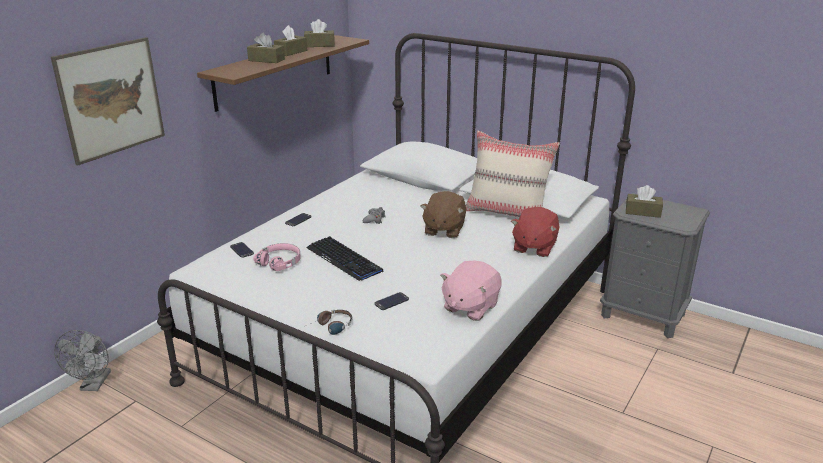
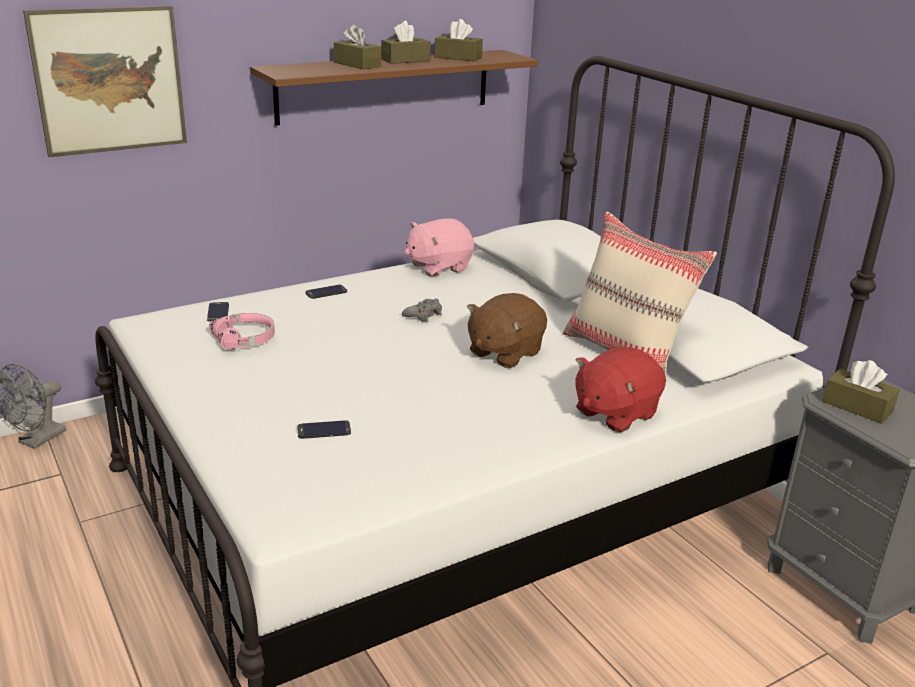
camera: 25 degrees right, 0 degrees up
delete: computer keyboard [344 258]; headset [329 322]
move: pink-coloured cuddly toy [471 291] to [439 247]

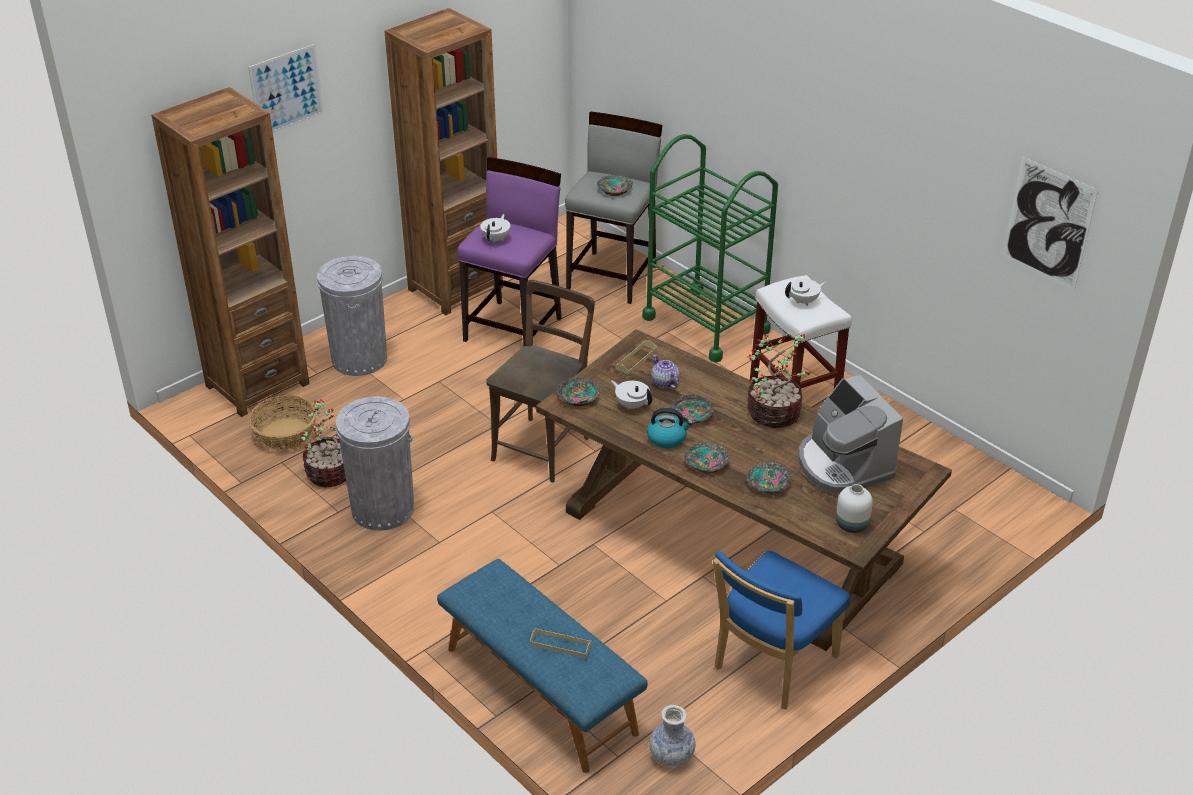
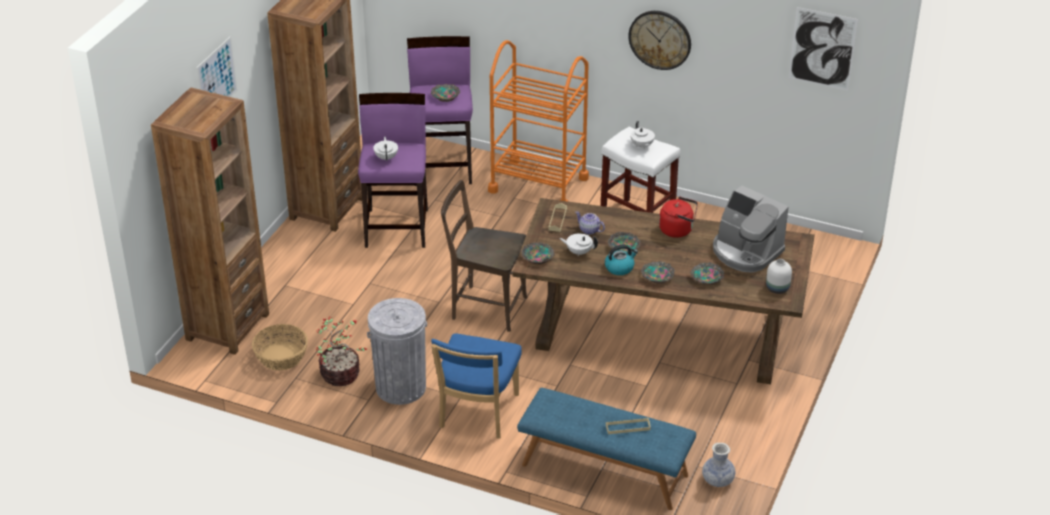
camera: 25 degrees left, 0 degrees up
delete: greyish trash can [352 316]
insert: wall clock [659 40]
move: blue-coloured plain chair [781 630] to [476 386]
replace: houseplant [778 381] to red-coloured water kettle [678 217]
recolor: greyish sitting stool [613 208] to purplish sitting stool [440 110]; green-coloured cart [710 248] to orange-coloured cart [538 121]
rotate: whitish pot for tea [805 292] = [642 135] 120 degrees clockwise; brown-coloured plain chair [540 381] = [484 256] 75 degrees counterclockwise

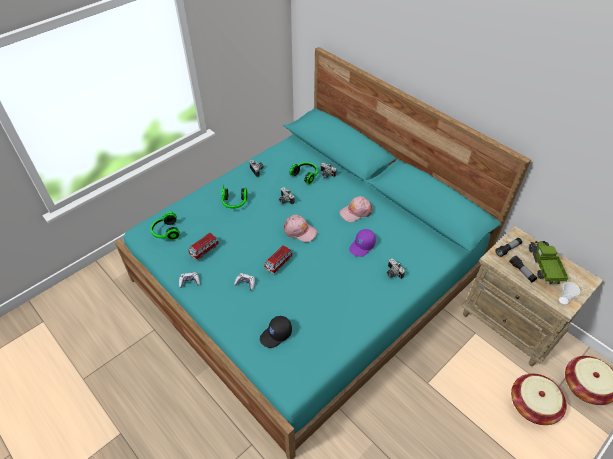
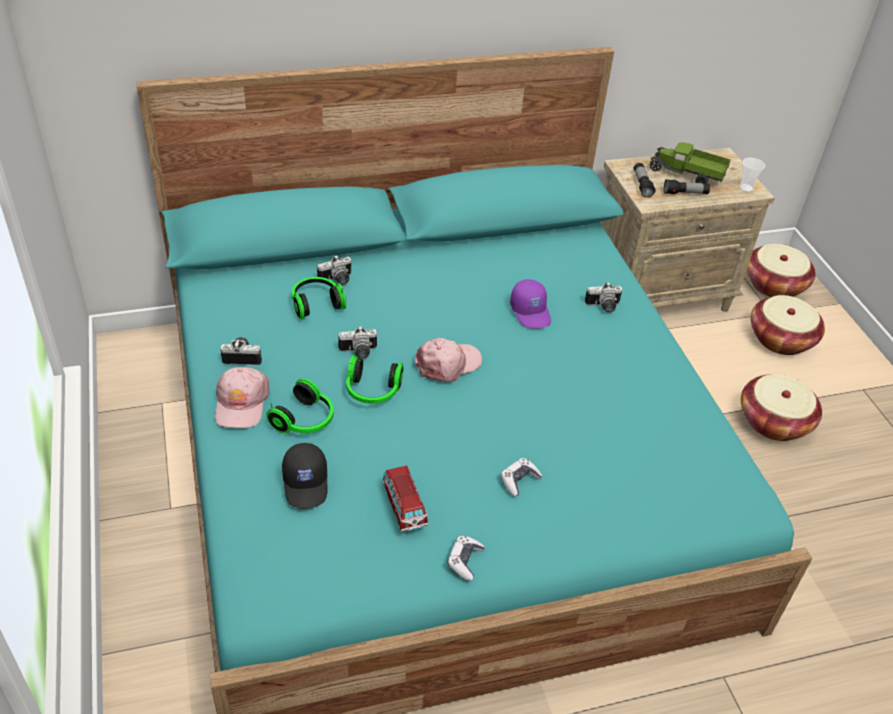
camera: 65 degrees left, 5 degrees down
delete: model car [278 259]
insert: household basket [781 407]
move: pink-coloured peaked cap [356 209] to [242 397]; headset [165 226] to [374 377]; black-coloured peaked cap [276 332] to [304 476]

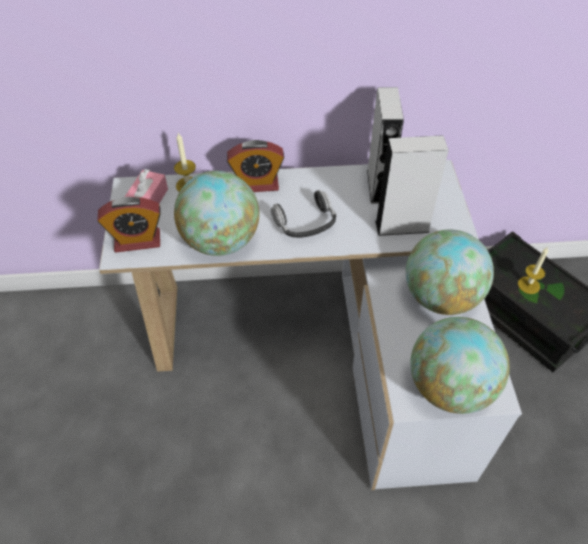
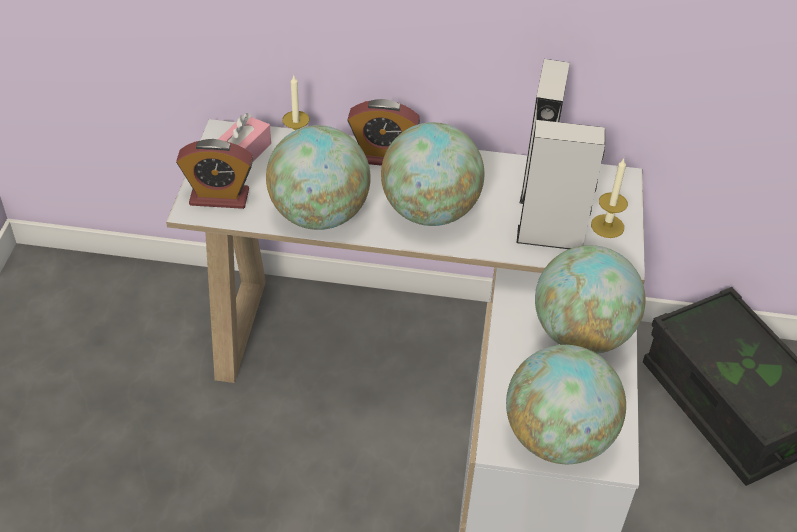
camera: 10 degrees right, 5 degrees down
move: candle [533 270] to [609 198]
replace: headset [303 214] to globe [432 174]

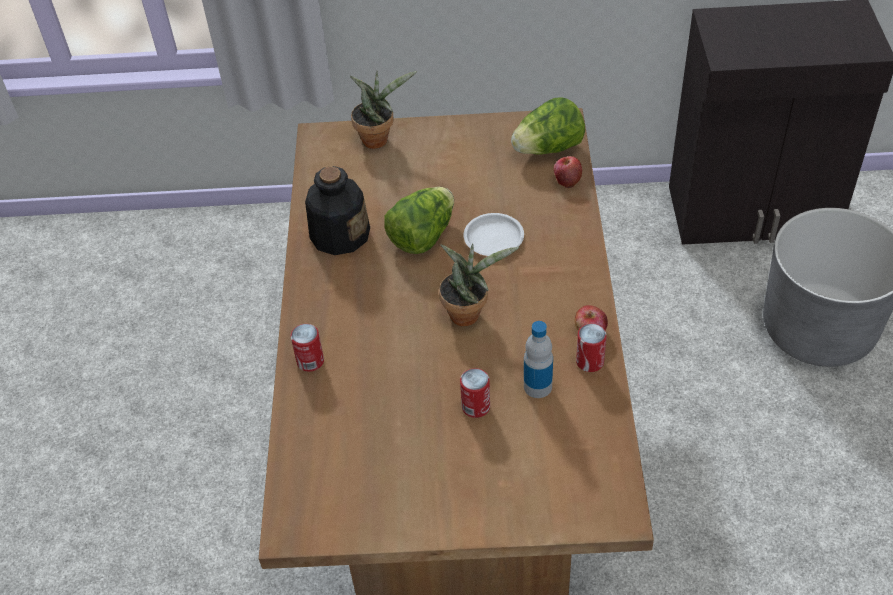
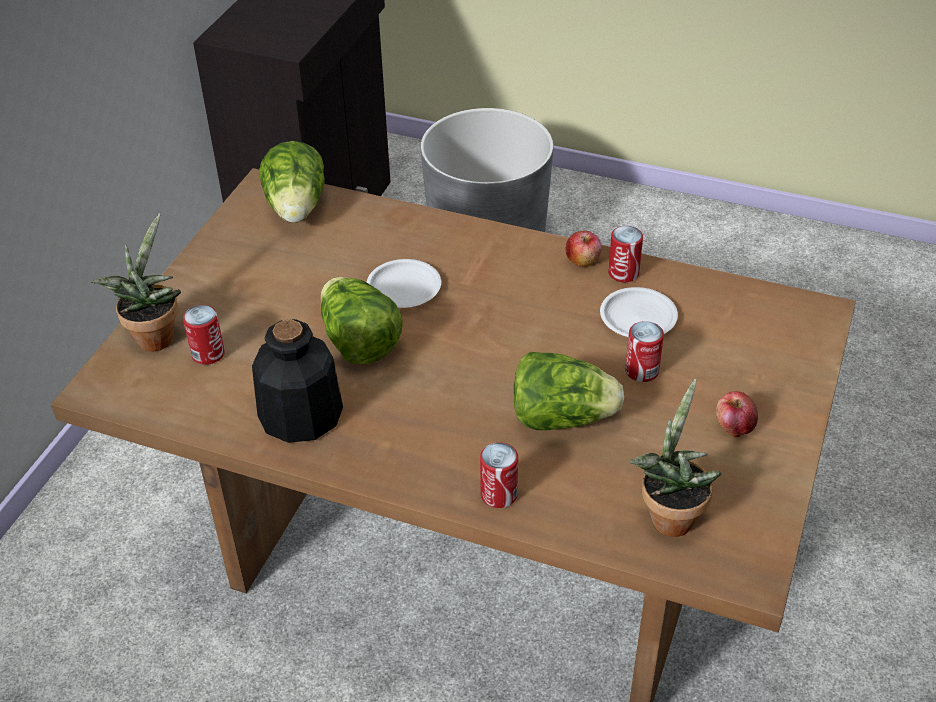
camera: 70 degrees left, 5 degrees down
insert: sealed can [204 335]; lettuce head [568 391]
move: whole apple [568 172] to [737 414]; houseplant [479 285] to [675 458]
replace: beverage bottle [538 359] to whitish dinner plate [639 312]

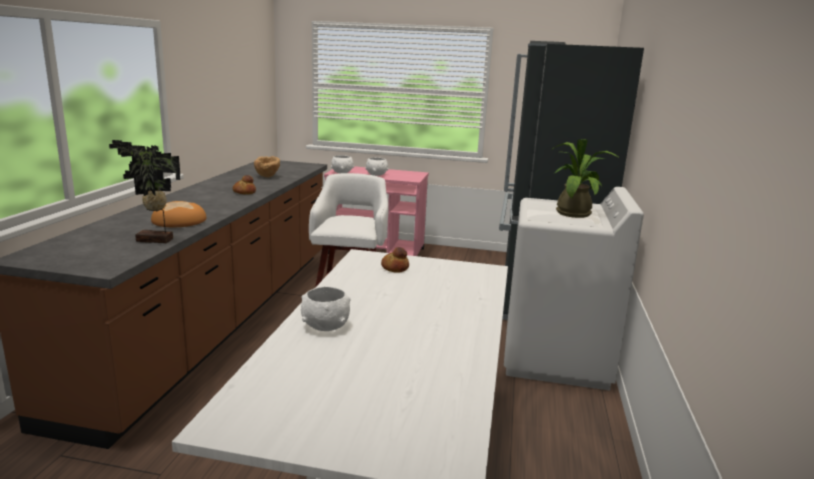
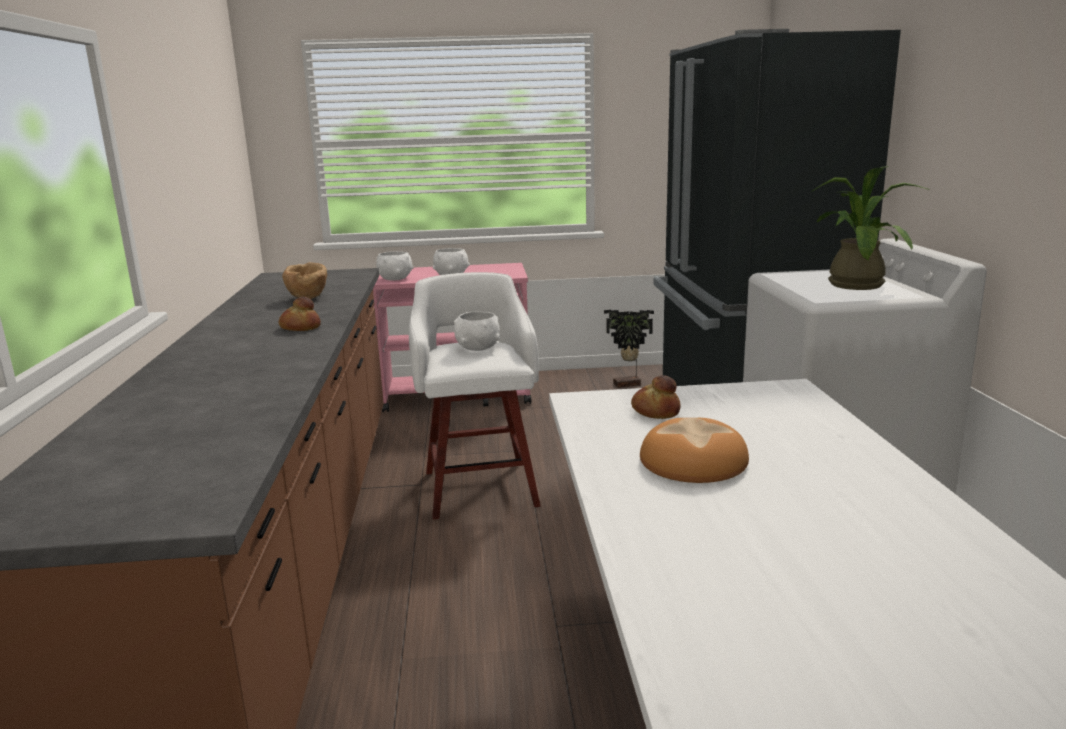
camera: 15 degrees left, 0 degrees up
move: houseplant [144 191] to [629 349]; bread [178 214] to [694 450]; whitish deep dish [326 309] to [477 331]

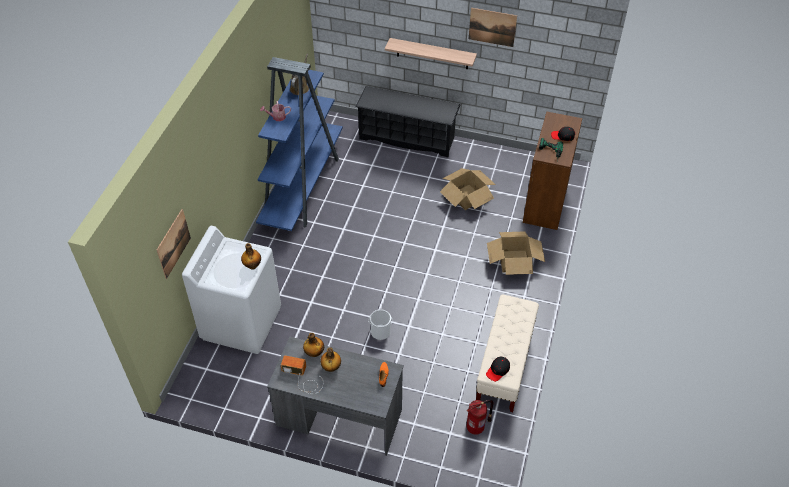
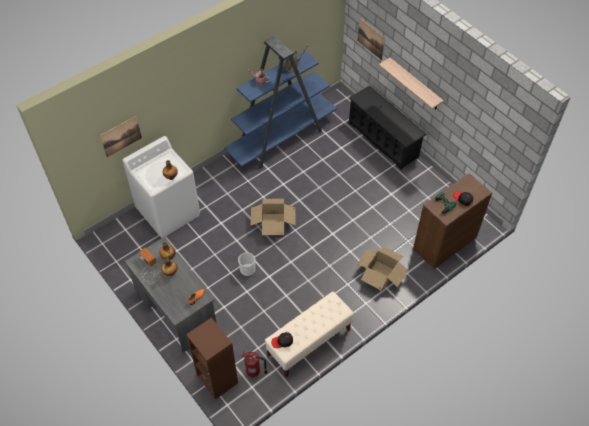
camera: 35 degrees right, 5 degrees up
insert: brown-coloured bookcase [212 359]
move: wall art [493 27] to [371 39]; carton [468 189] to [273 217]

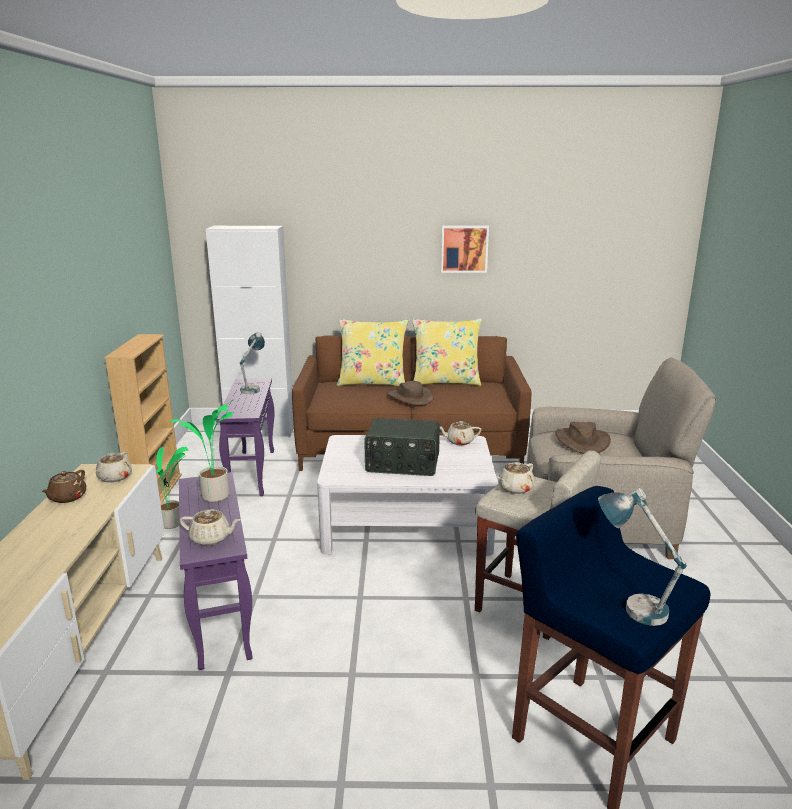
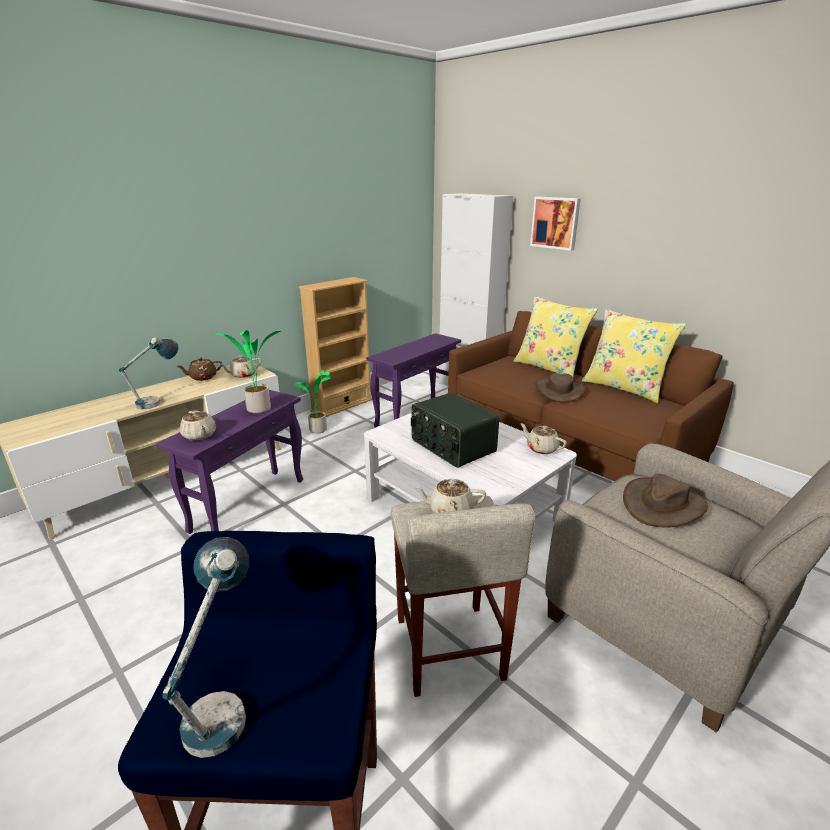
camera: 45 degrees right, 5 degrees up
move: wall art [465 249] to [555 224]; tabletop lamp [252 363] to [148 373]

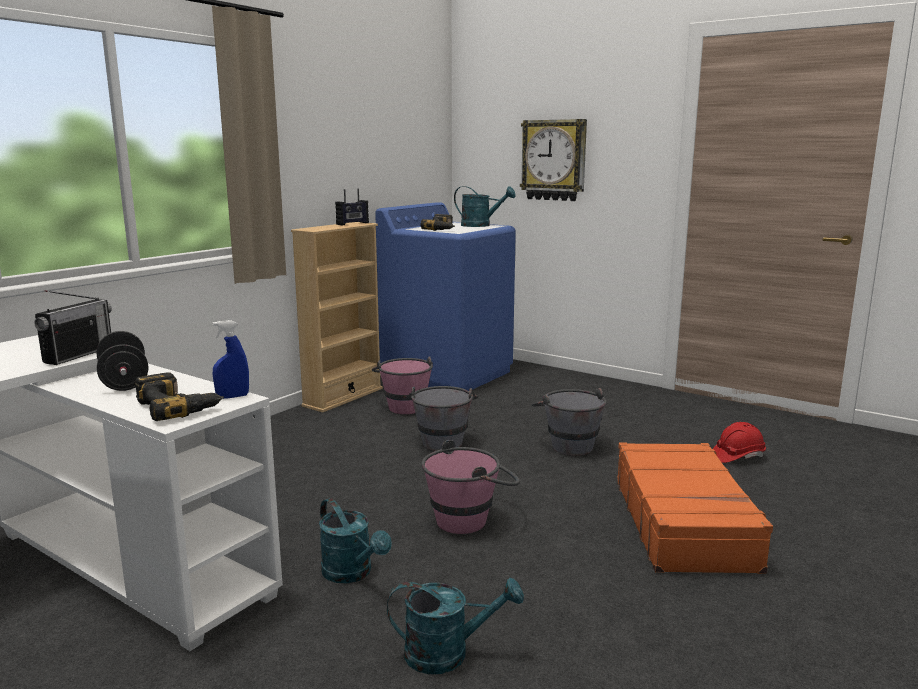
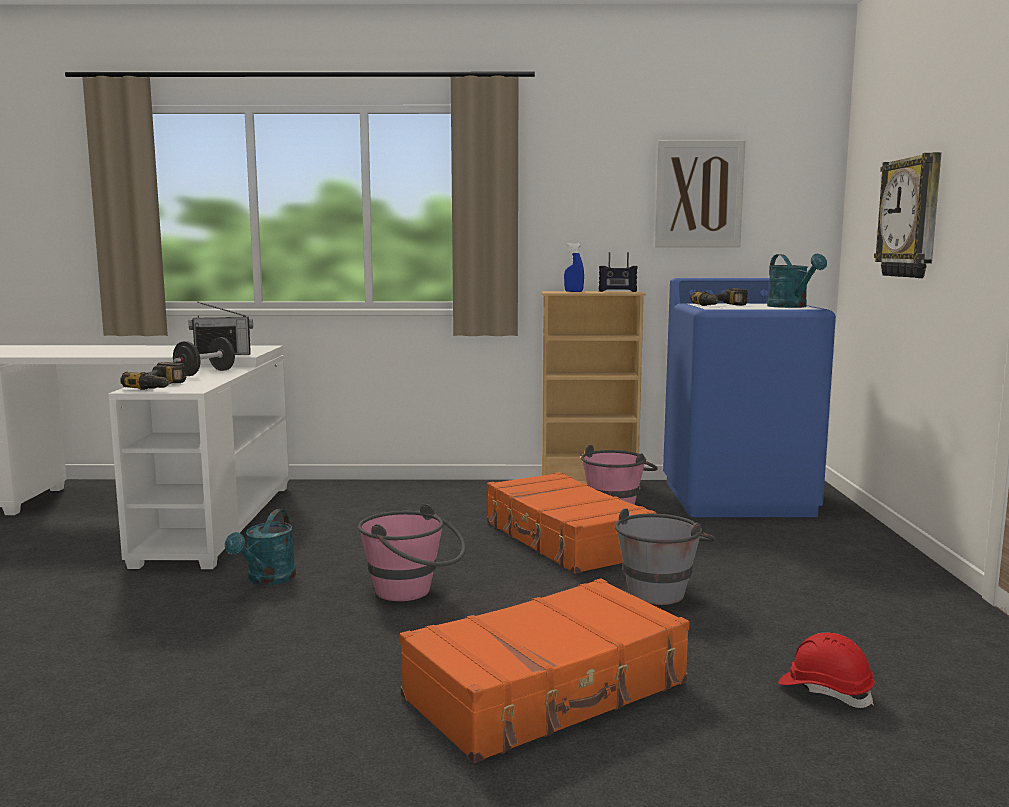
camera: 55 degrees right, 5 degrees down
delete: turquoise watering can [455 626]
insert: wall art [700 193]
move: blue-coloured hand sprayer [231 359] to [574 267]
replace: greyish pail [443 418] to orange-coloured piece of luggage [572 523]

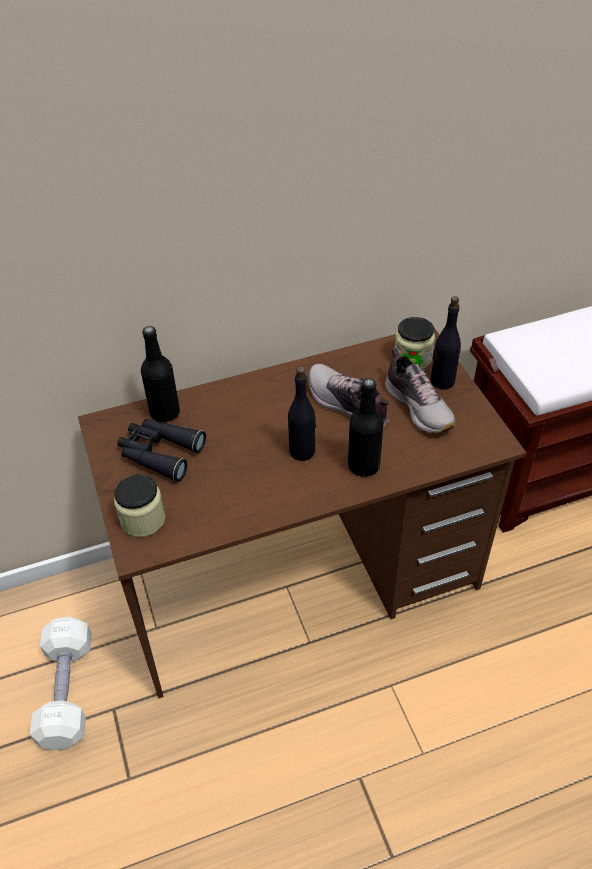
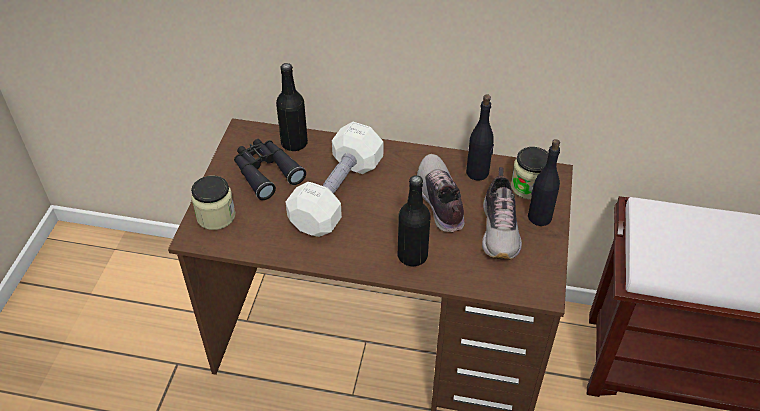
camera: 30 degrees right, 0 degrees up
move: black-coloured beverage bottle [302 414] to [480 137]; whitish dumbbell [61 683] to [334 179]

